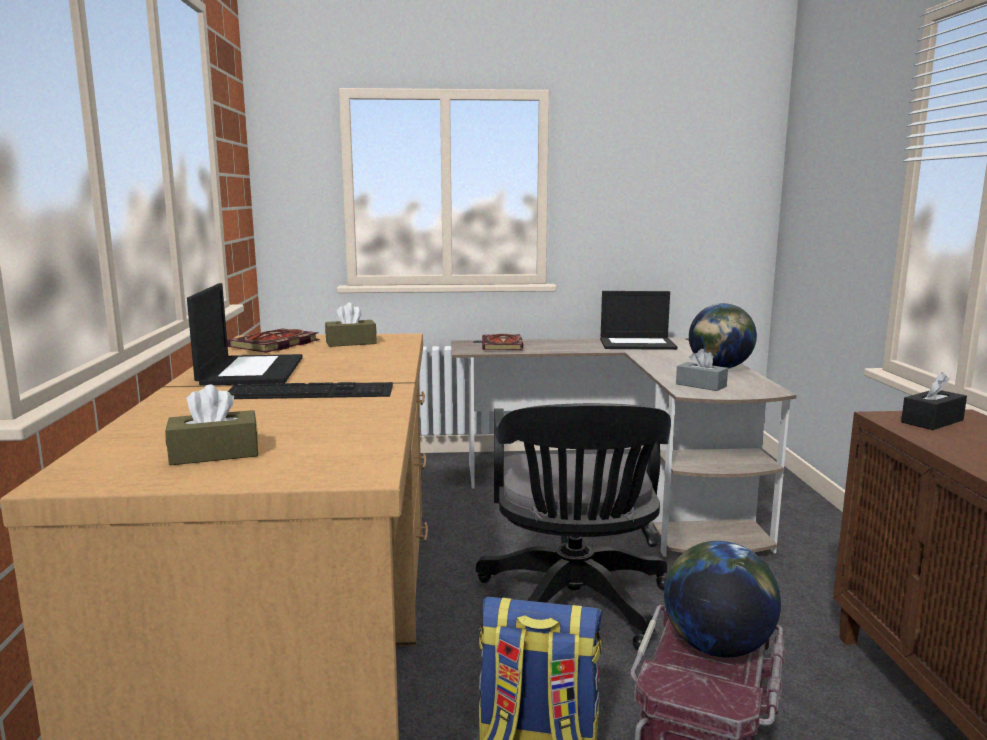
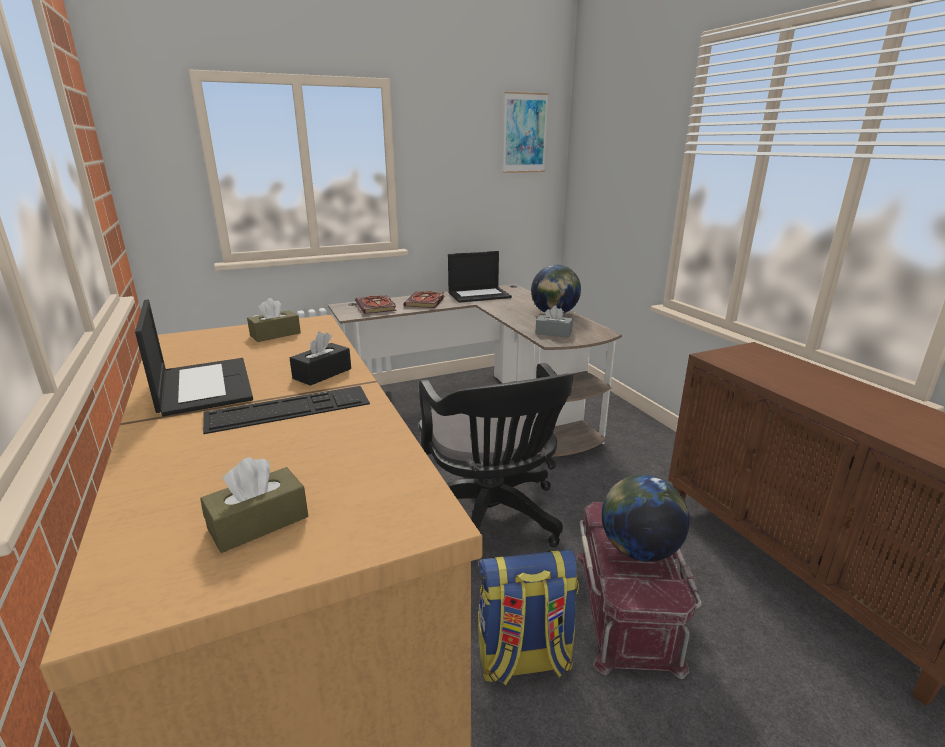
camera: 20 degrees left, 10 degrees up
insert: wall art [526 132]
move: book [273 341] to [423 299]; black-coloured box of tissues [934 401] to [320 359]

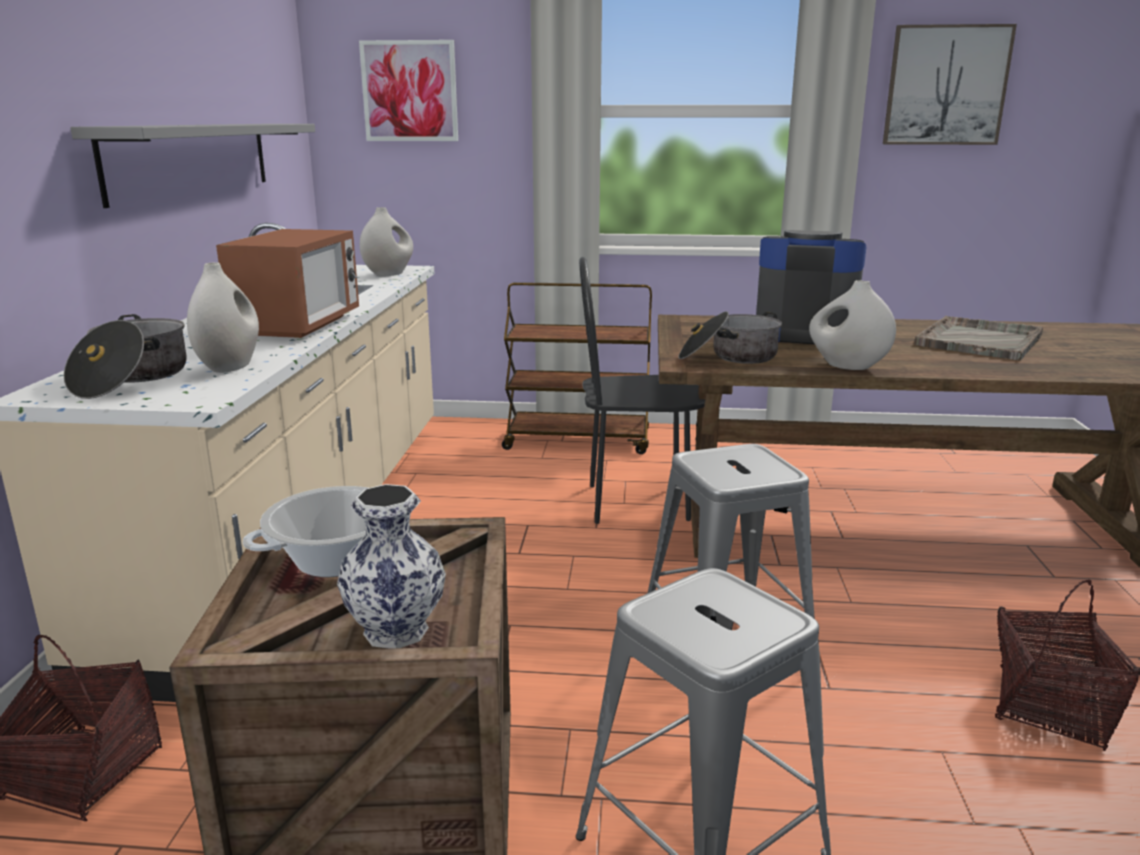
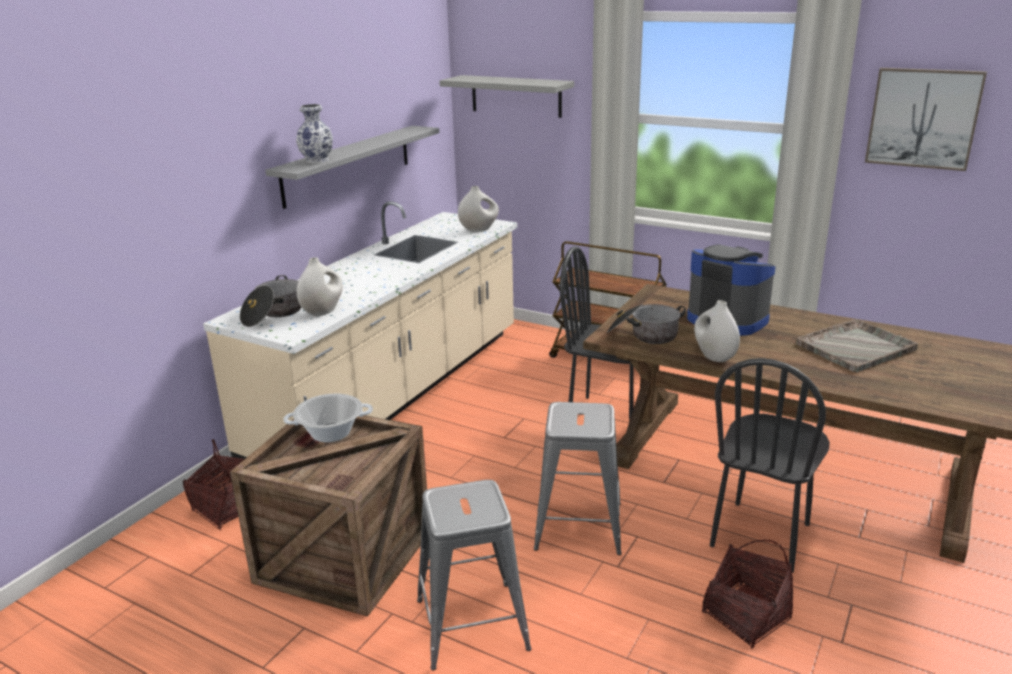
camera: 25 degrees right, 5 degrees up
delete: microwave oven [287 283]
insert: black-coloured plain chair [770 465]
move: decorative vase [391 566] to [314 134]
replace: wall art [408 90] to greyish bracket shelf [506 96]

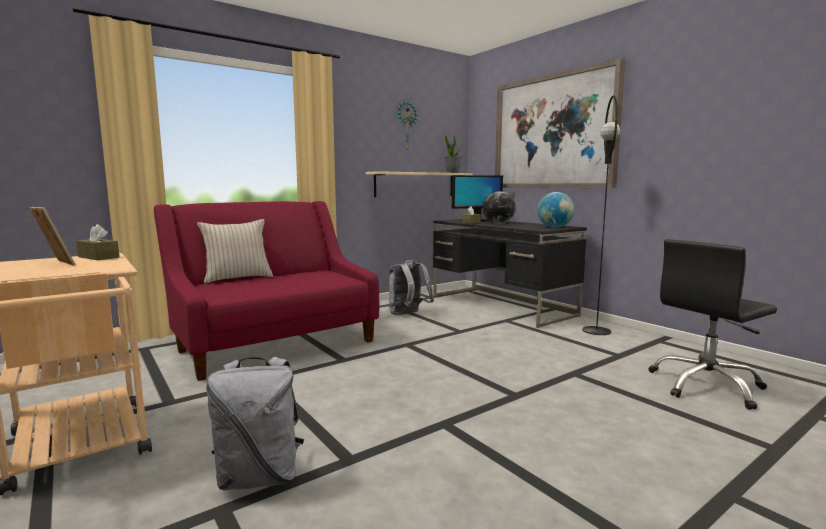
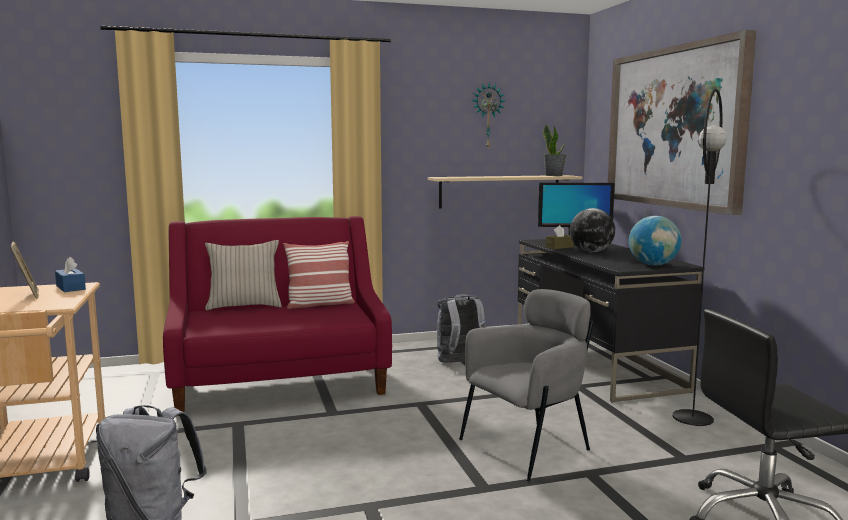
camera: 20 degrees right, 0 degrees up
insert: throw pillow [319 275]; greyish easy chair [526 385]
recolor: brown-coloured box of tissues [97 242] to blue-coloured box of tissues [70 274]

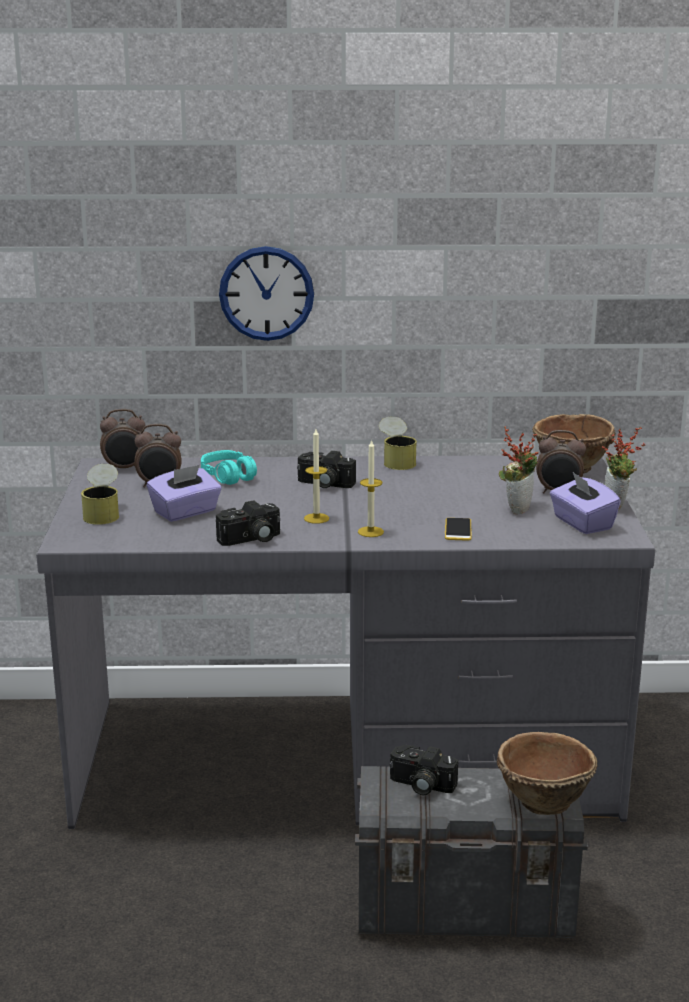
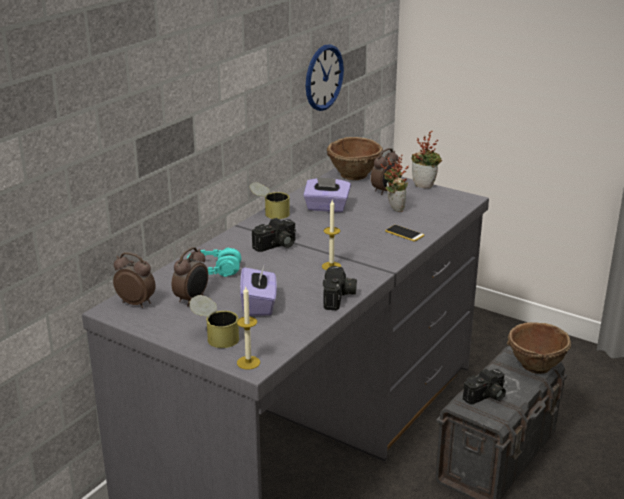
camera: 55 degrees left, 5 degrees up
move: wall clock [266 293] to [325 77]; candle [371 488] to [248 328]; purplish box of tissues [585 503] to [327 194]
rotate: bedside clock [122 438] = [134 280] 90 degrees counterclockwise

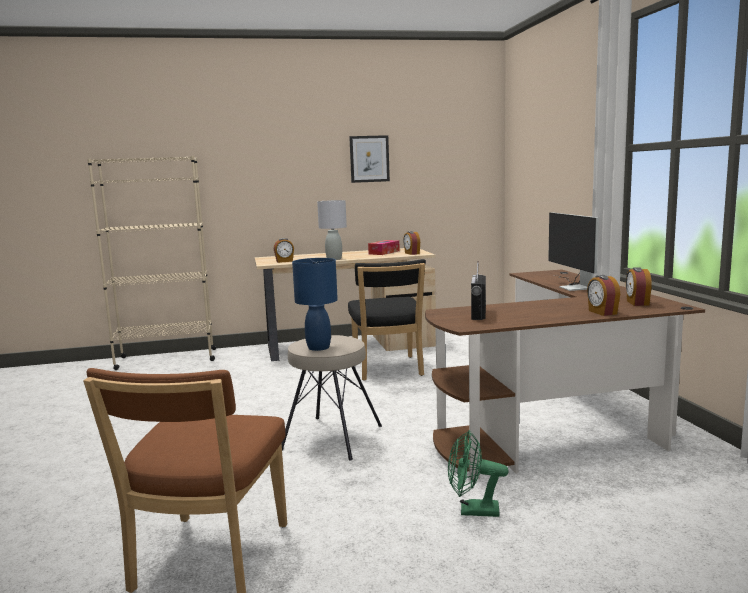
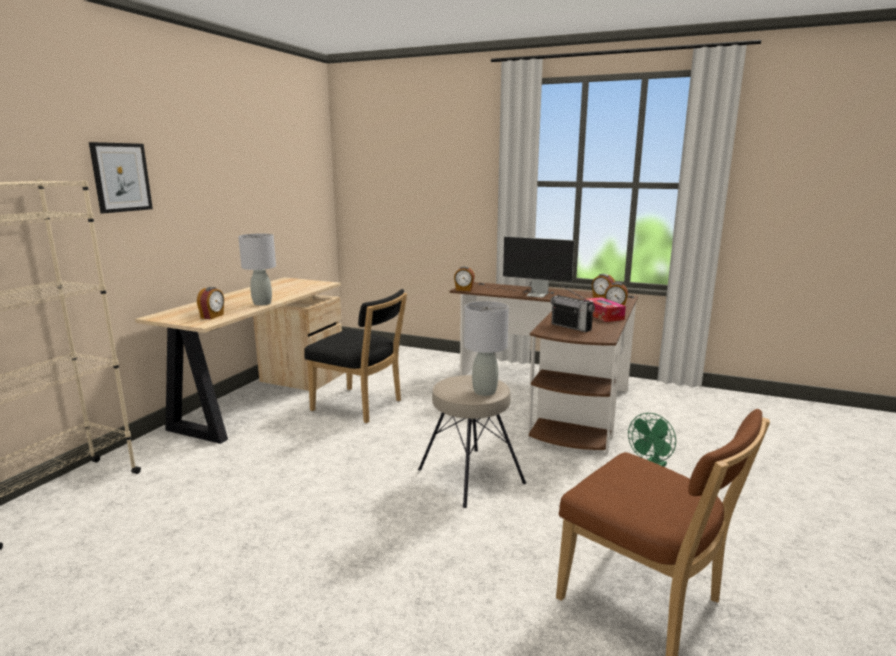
camera: 55 degrees left, 5 degrees up
move: wall art [369 159] to [121 178]; bedside clock [411 243] to [464 278]; box of tissues [384 247] to [605 309]
recolor: blue-coloured tabletop lamp [315 304] to greyish tabletop lamp [486 348]

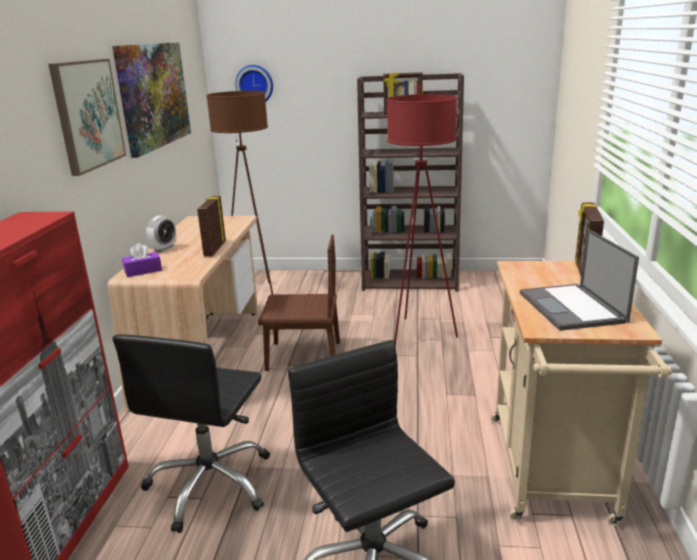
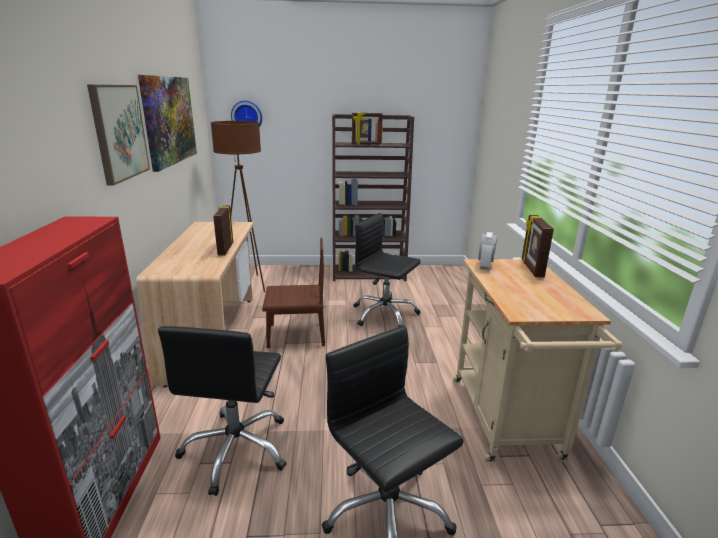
camera: 10 degrees left, 0 degrees up
delete: notebook computer [579 279]; purplish box of tissues [142 260]
move: bedside clock [161 233] to [487 251]
replace: red-coloured floor lamp [422 220] to black-coloured computer chair [387 270]

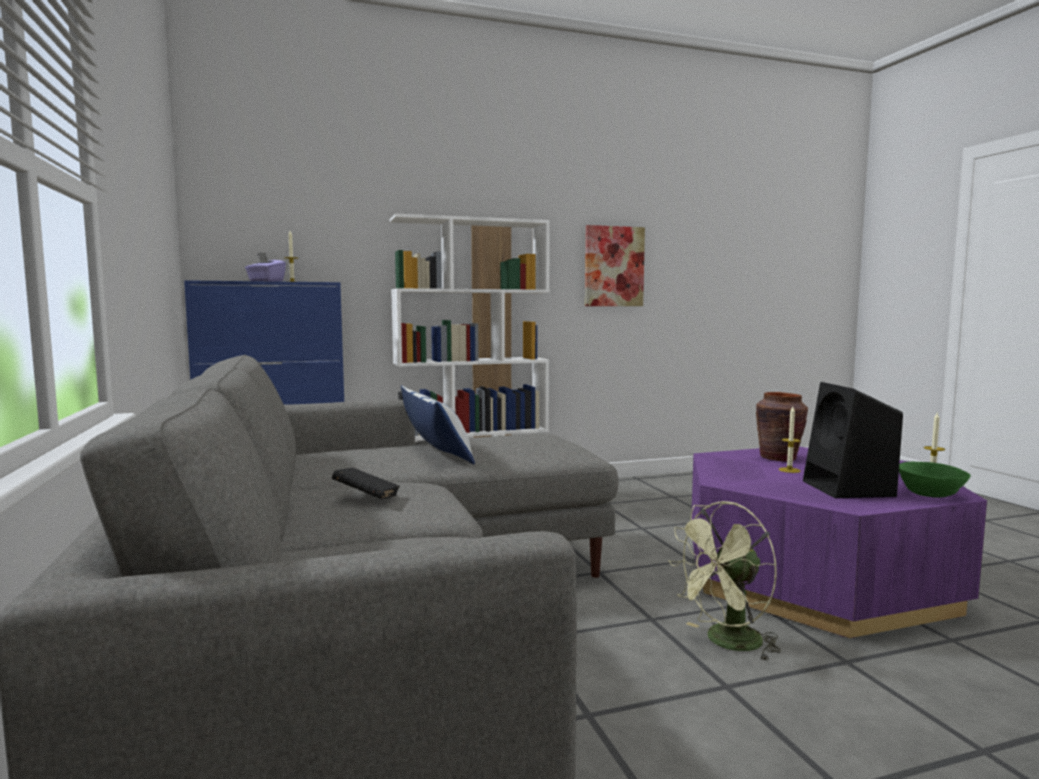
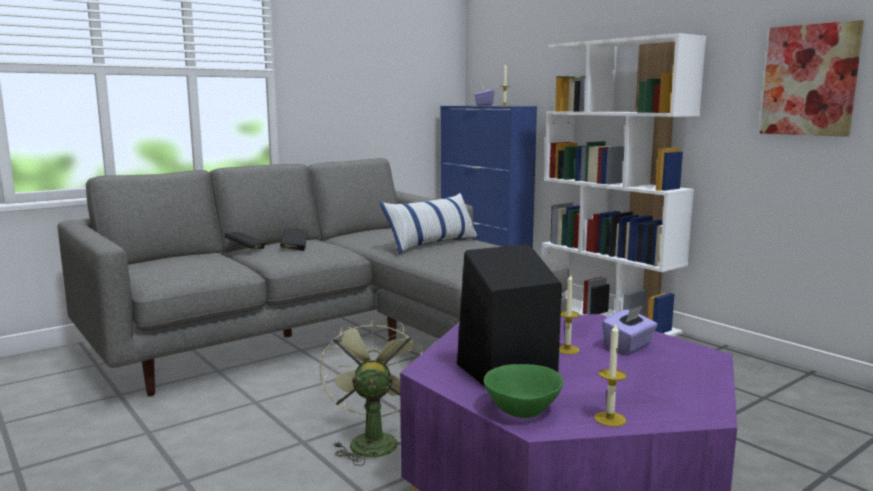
camera: 70 degrees right, 5 degrees up
insert: black-coloured book [245 240]
replace: brown-coloured decorative vase [782 427] to purplish box of tissues [630 330]
rotate: green-coloured electric fan [724 581] = [371 391] 45 degrees clockwise

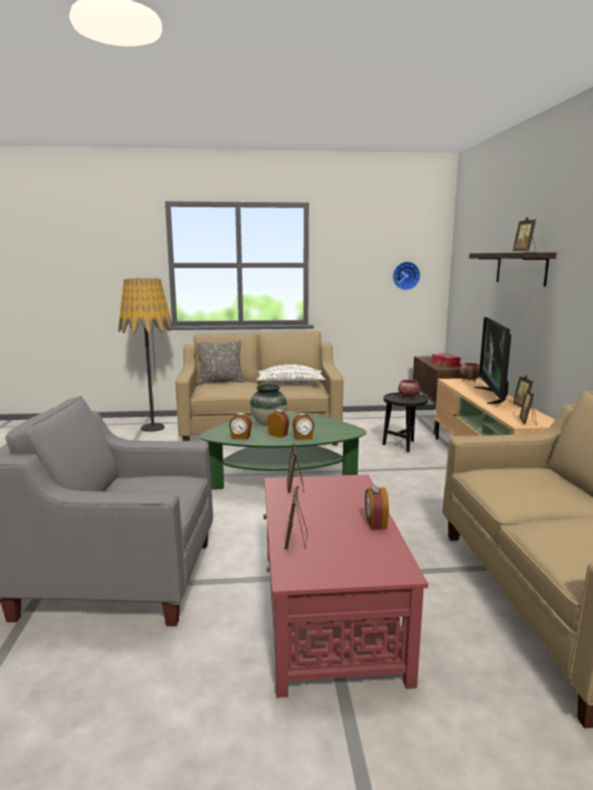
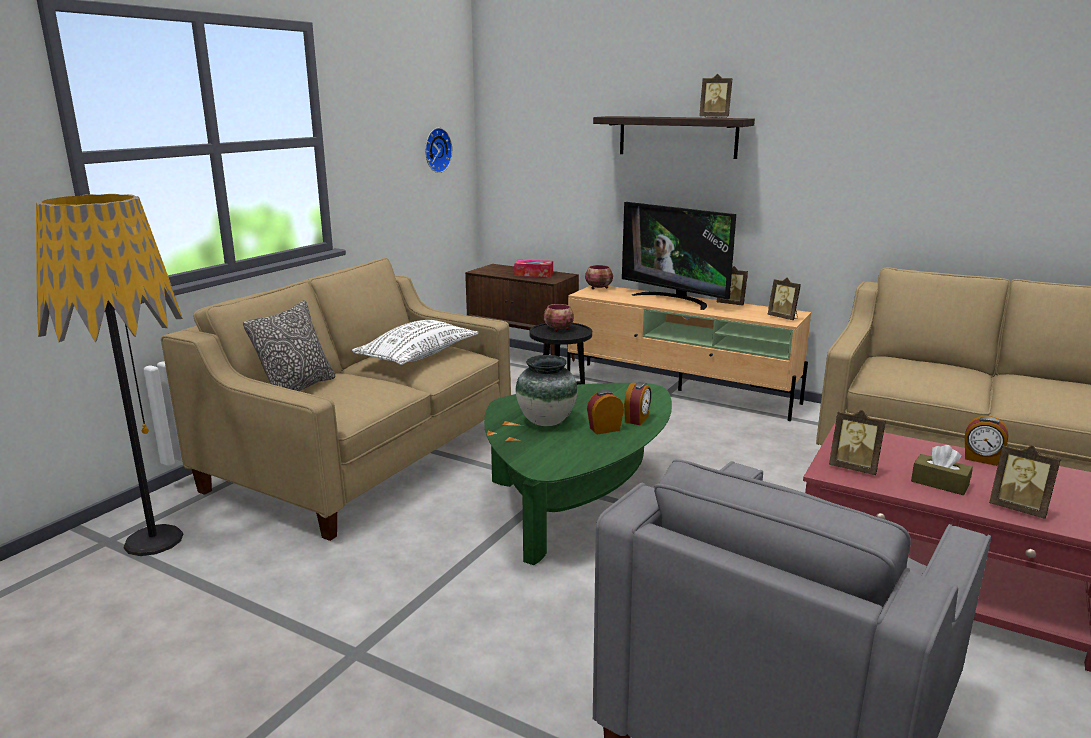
camera: 55 degrees left, 5 degrees up
delete: bedside clock [240 426]
insert: brown-coloured box of tissues [942 470]

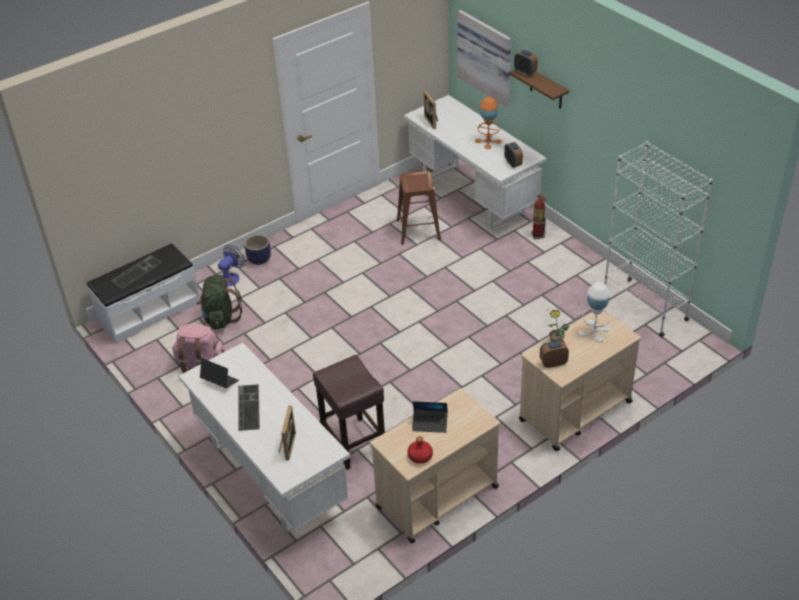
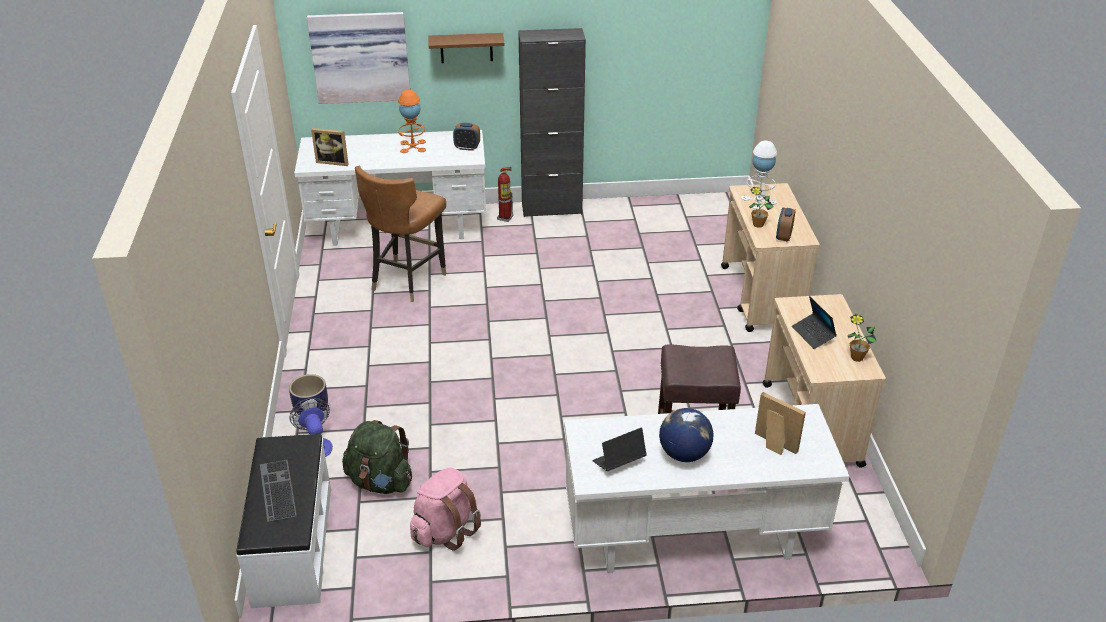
camera: 60 degrees left, 5 degrees down
delete: bedside clock [526 63]; whitish bookcase [658 239]
insert: black-coloured storage cabinet [552 122]
replace: brown-coloured sitting stool [419 208] to brown-coloured plain chair [400 234]; computer keyboard [249 407] to globe [686 435]; red-coloured beverage bottle [420 450] to houseplant [862 338]
rotate: notebook computer [430 417] = [814 322] 120 degrees clockwise

